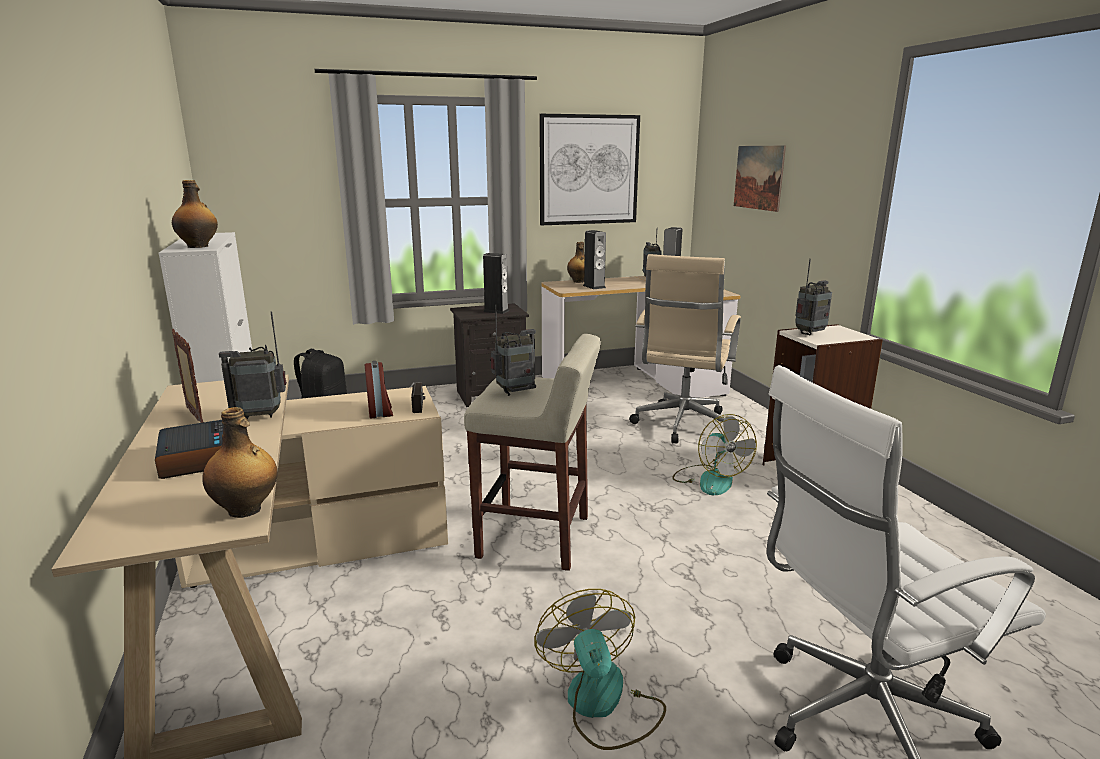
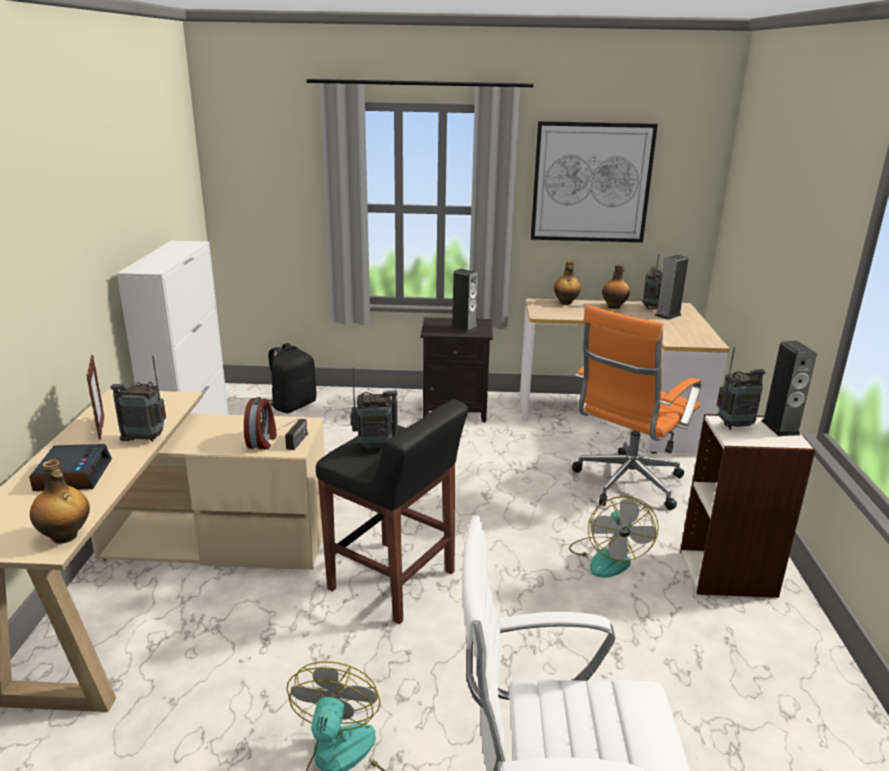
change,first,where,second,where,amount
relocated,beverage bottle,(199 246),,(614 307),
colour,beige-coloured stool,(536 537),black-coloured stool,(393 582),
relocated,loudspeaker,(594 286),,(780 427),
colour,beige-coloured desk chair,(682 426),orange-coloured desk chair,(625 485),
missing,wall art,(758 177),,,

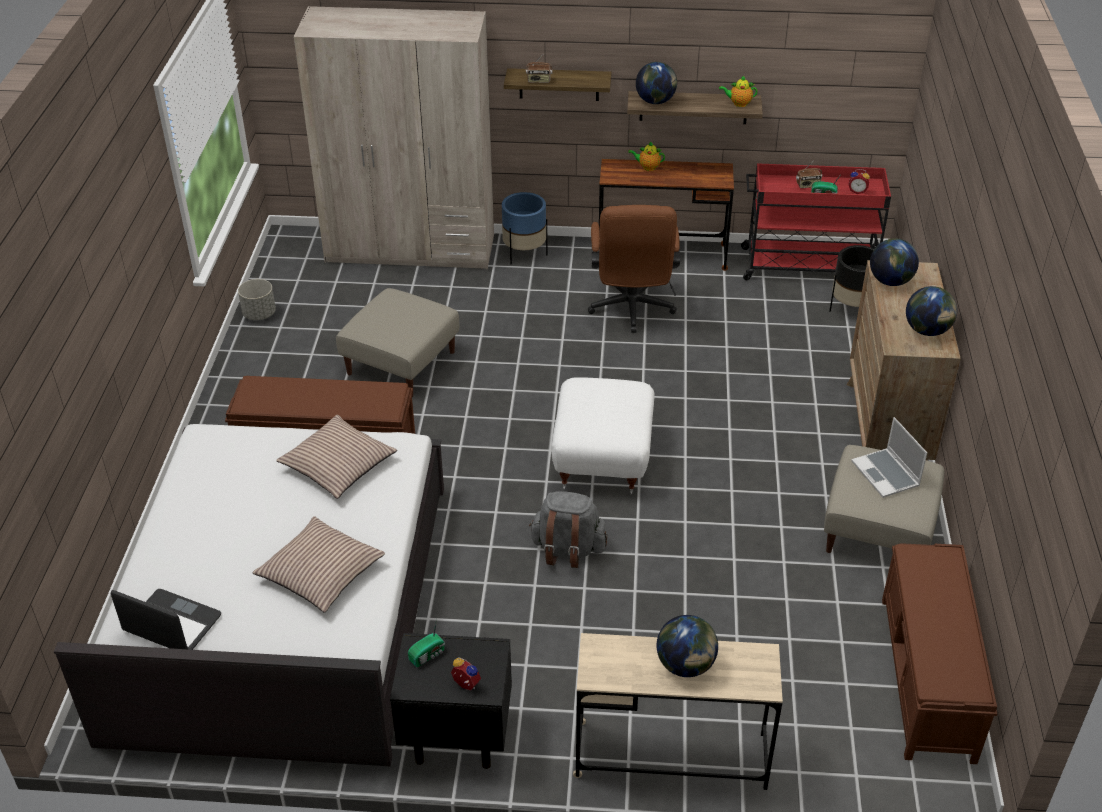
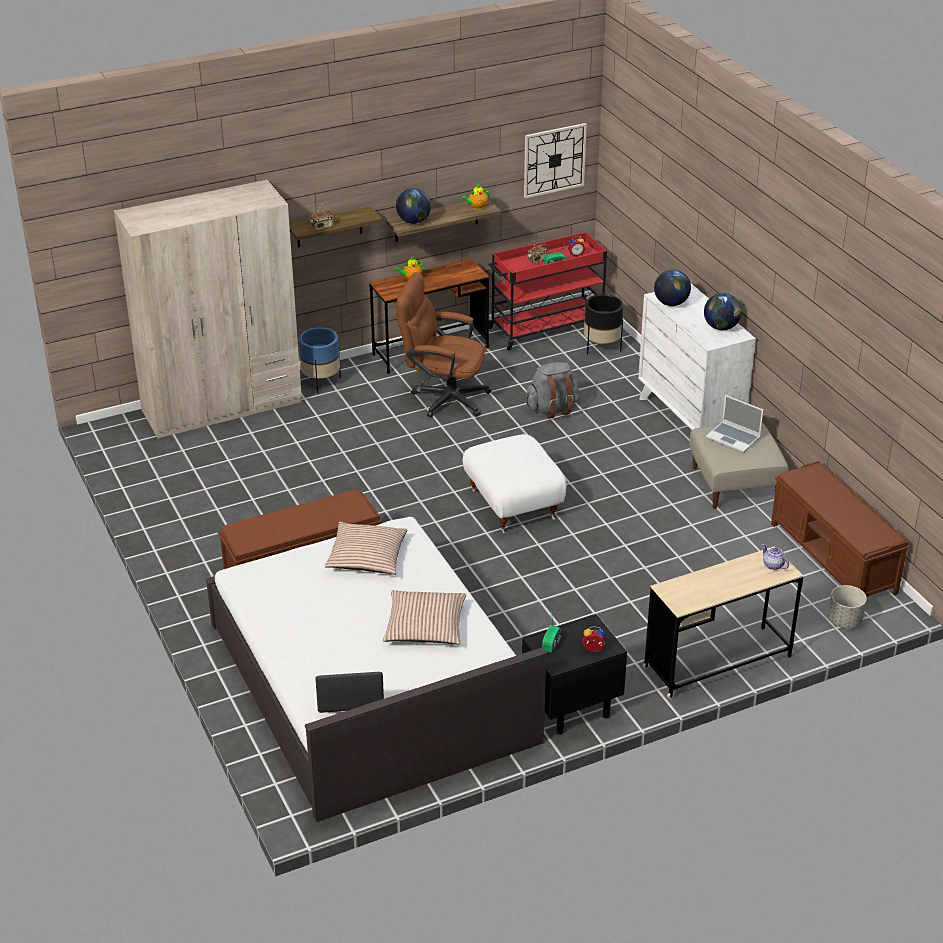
change,first,where,second,where,amount
relocated,greyish flower pot,(259 314),,(844 621),
missing,beige-coloured ottoman,(401 362),,,
relocated,greyish knapsack,(568 549),,(552 408),
spun,brown desk chair,(631 310),,(443 397),135 degrees clockwise
missing,globe,(685 665),,,
colour,brown dresser,(886 429),white-coloured dresser,(689 419),
appeared,,,wall clock,(554 160),
appeared,,,teapot,(773 565),

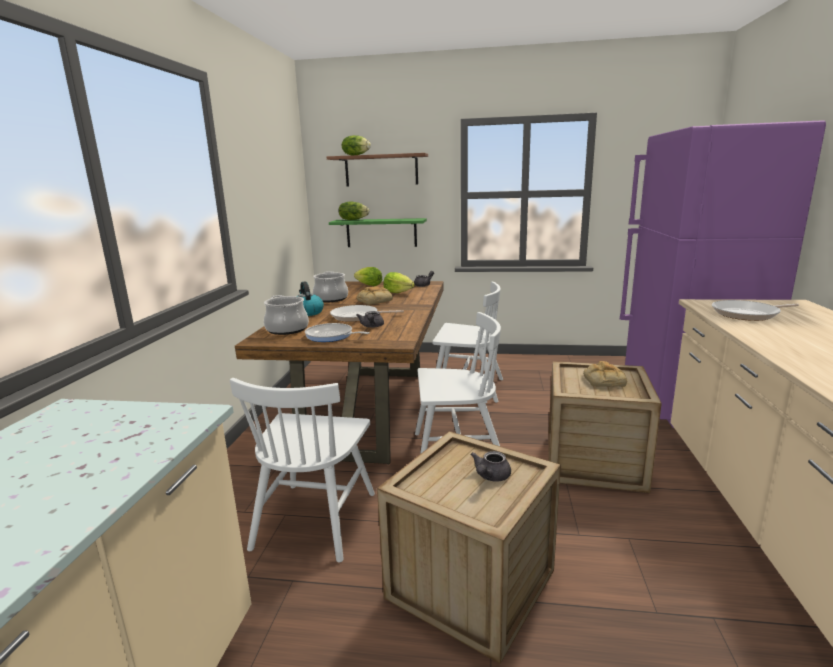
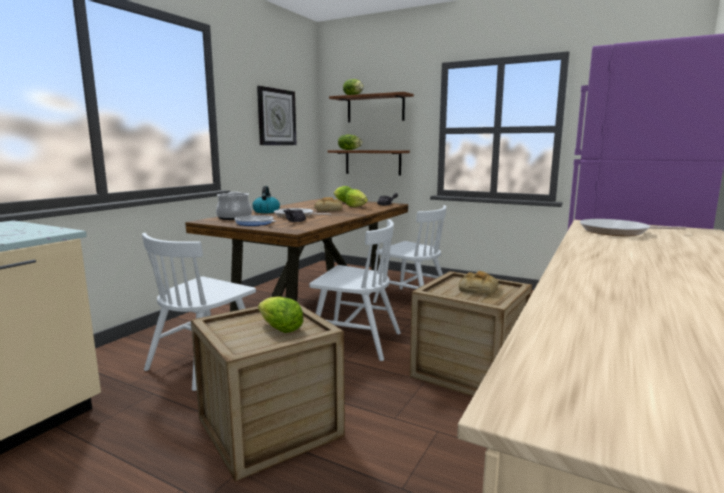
change,first,where,second,where,amount
missing,saucepot,(330 299),,,
colour,greenish shelf,(381 233),brown shelf,(373 162),
exchanged,greyish teapot,(490 477),lettuce,(280 329),
appeared,,,wall clock,(276 117),

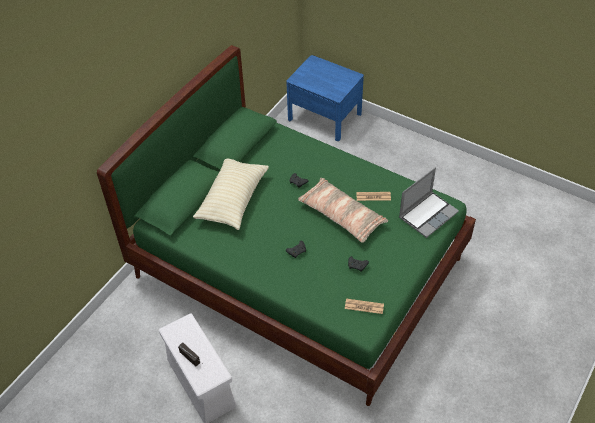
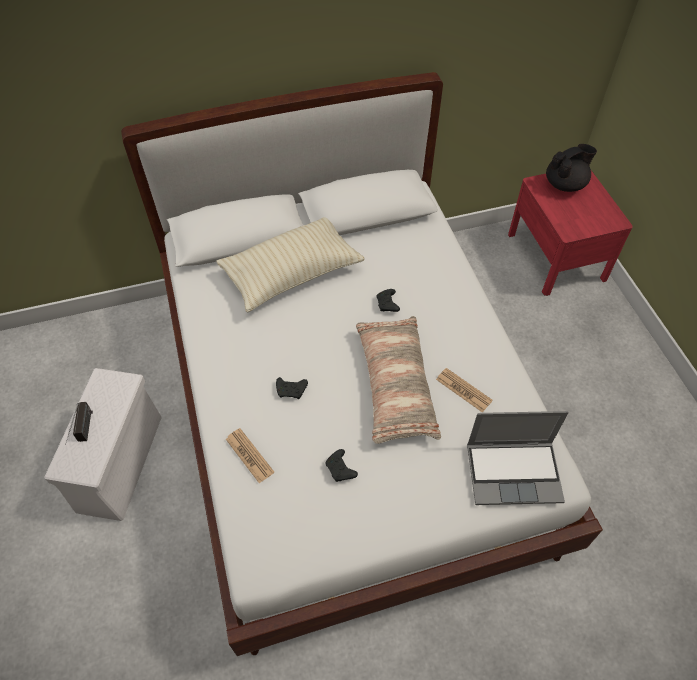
change,first,where,second,where,amount
colour,greenish sleeping bed,(299 267),white-coloured sleeping bed,(349 413),
colour,bluish bedside table,(324 116),red-coloured bedside table,(556 256),
relocated,newspaper,(364 306),,(249 455),
appeared,,,black-coloured teapot,(565 184),

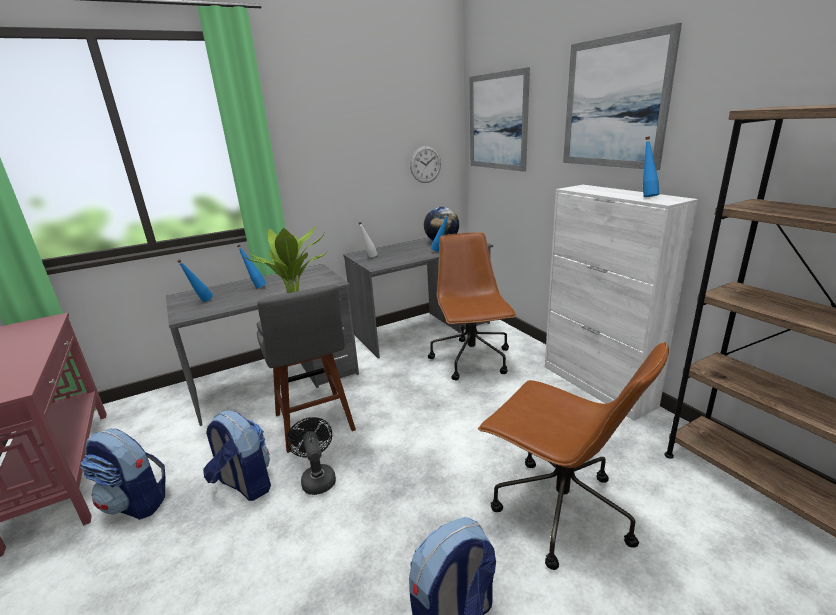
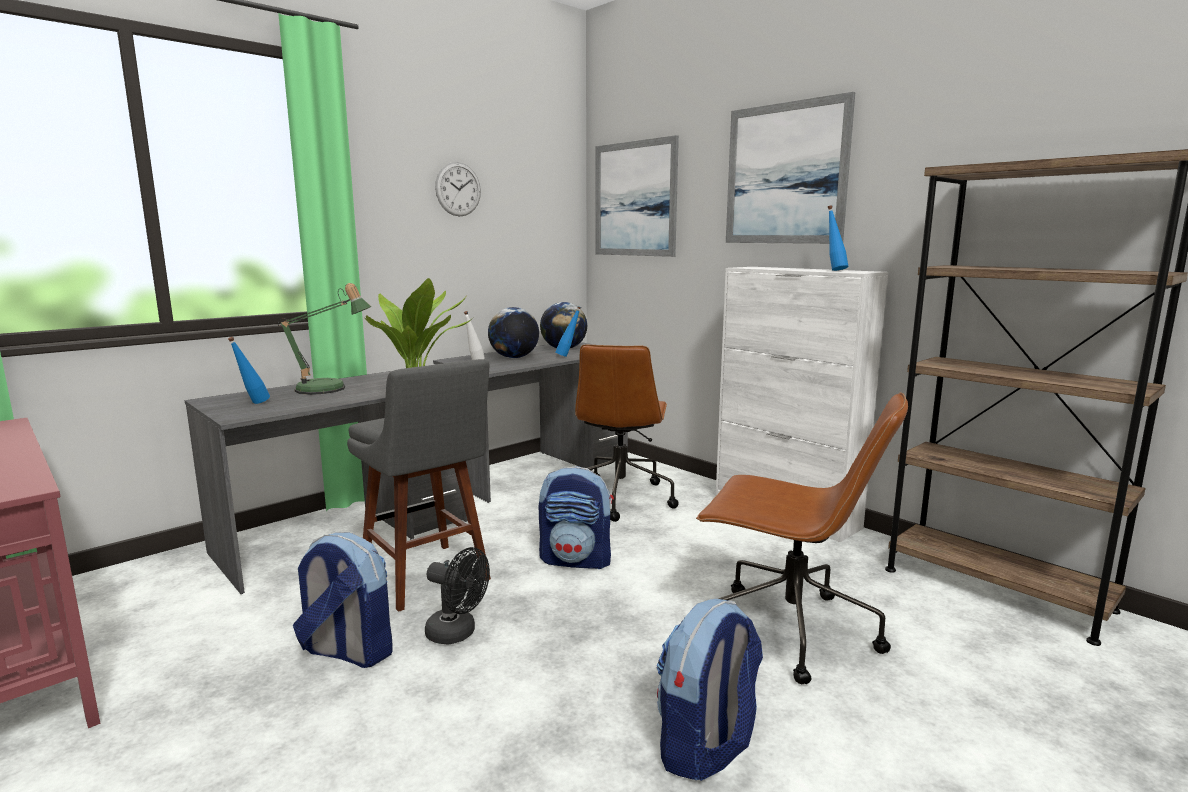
change,first,where,second,where,amount
relocated,knapsack,(136 502),,(577 560),
exchanged,bluish beverage bottle,(256 287),lamp for a table,(328 390),
spun,black-coloured electric fan,(317 478),,(457 633),150 degrees clockwise
relocated,wall clock,(425 164),,(458 189),
spun,brown desk chair,(472 360),,(620 498),150 degrees counterclockwise
appeared,,,globe,(514 357),

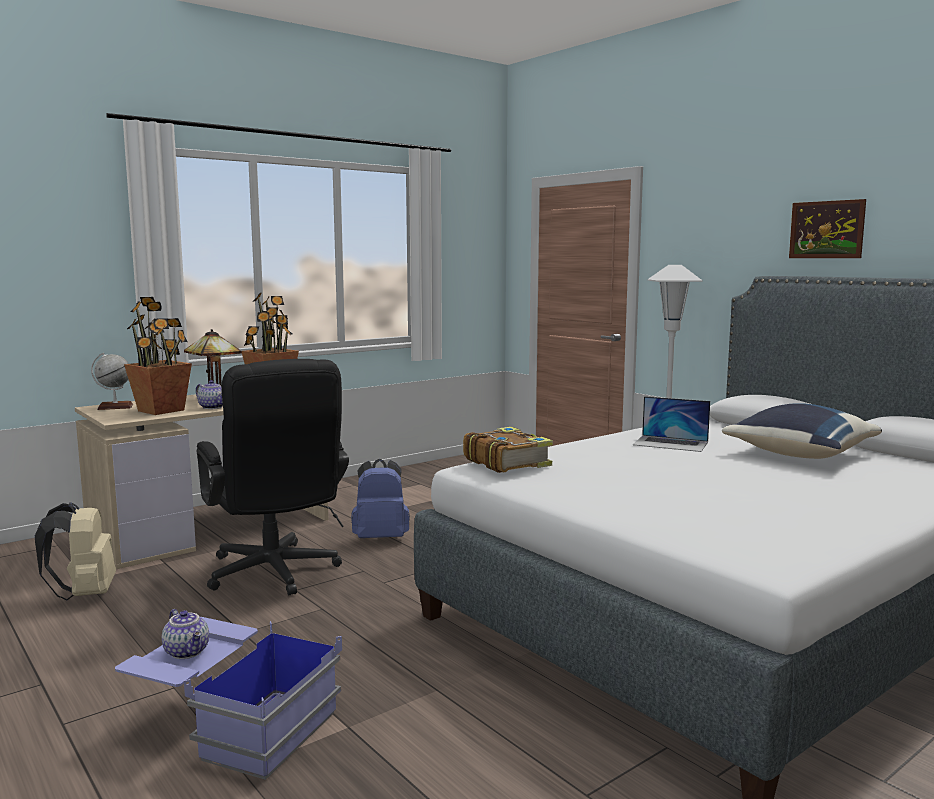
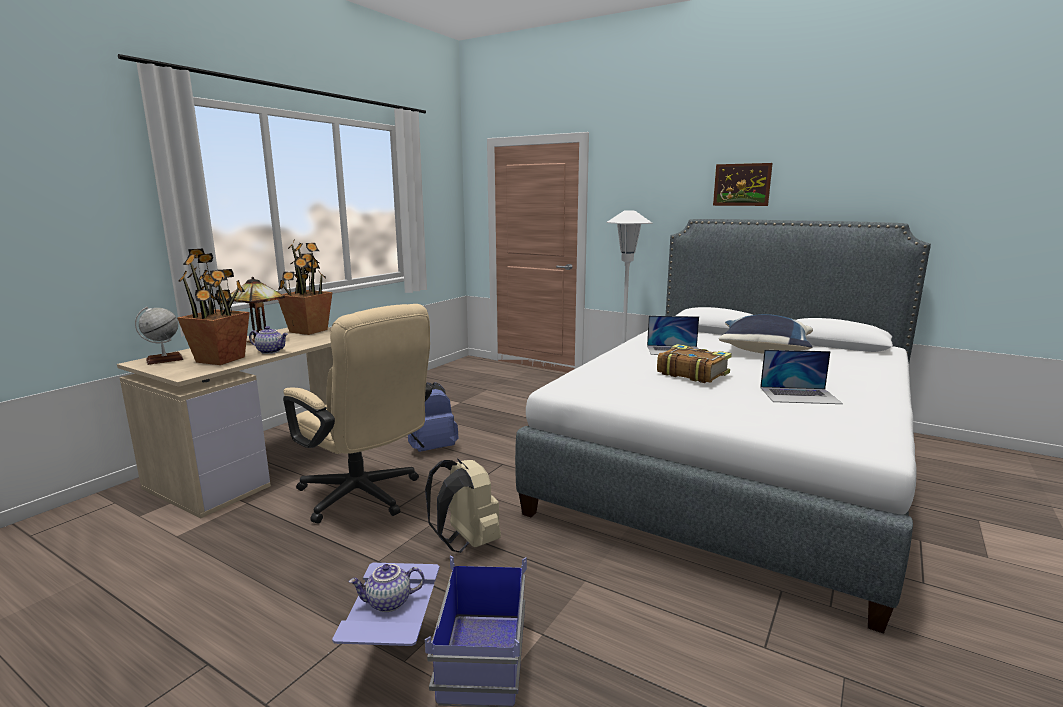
change,first,where,second,where,amount
relocated,beige-coloured knapsack,(84 594),,(466 542),
spun,teapot,(188 652),,(388 603),135 degrees clockwise
colour,black-coloured desk chair,(275 575),beige-coloured desk chair,(365 498),
relocated,volume,(507 462),,(692 373),
appeared,,,notebook computer,(799 395),

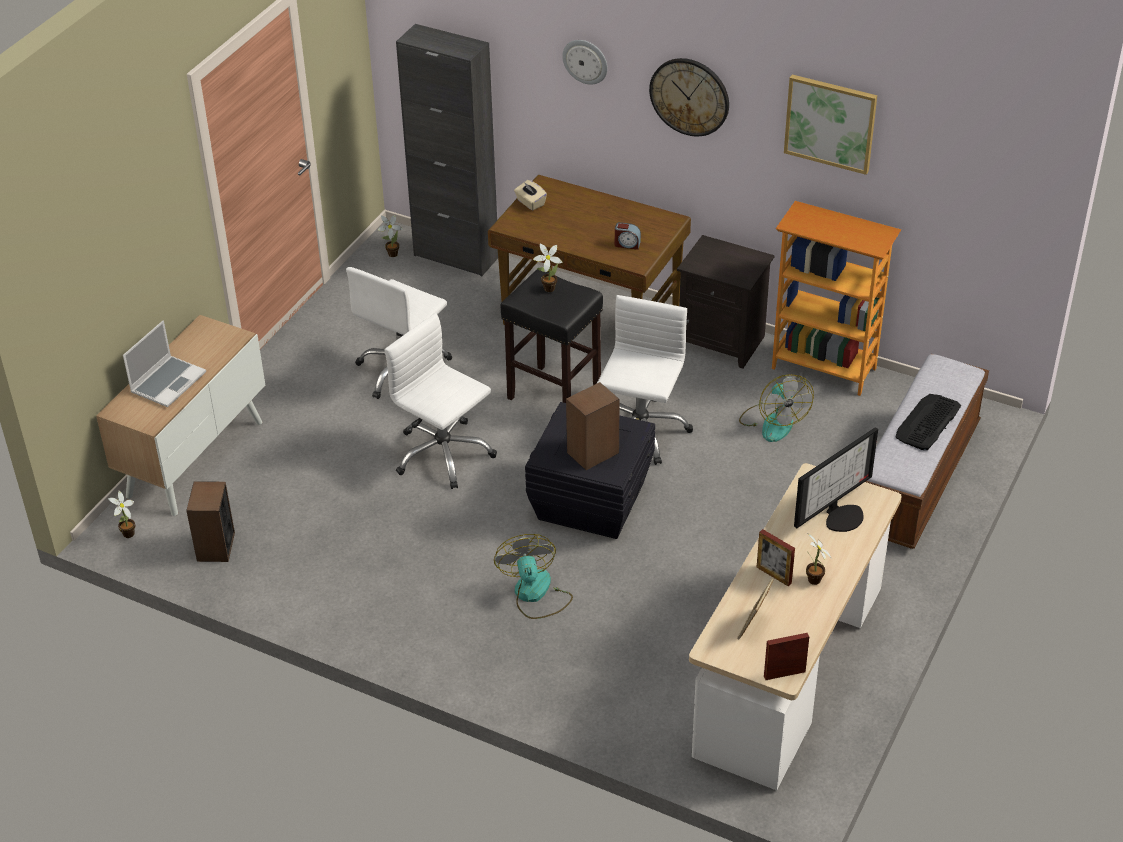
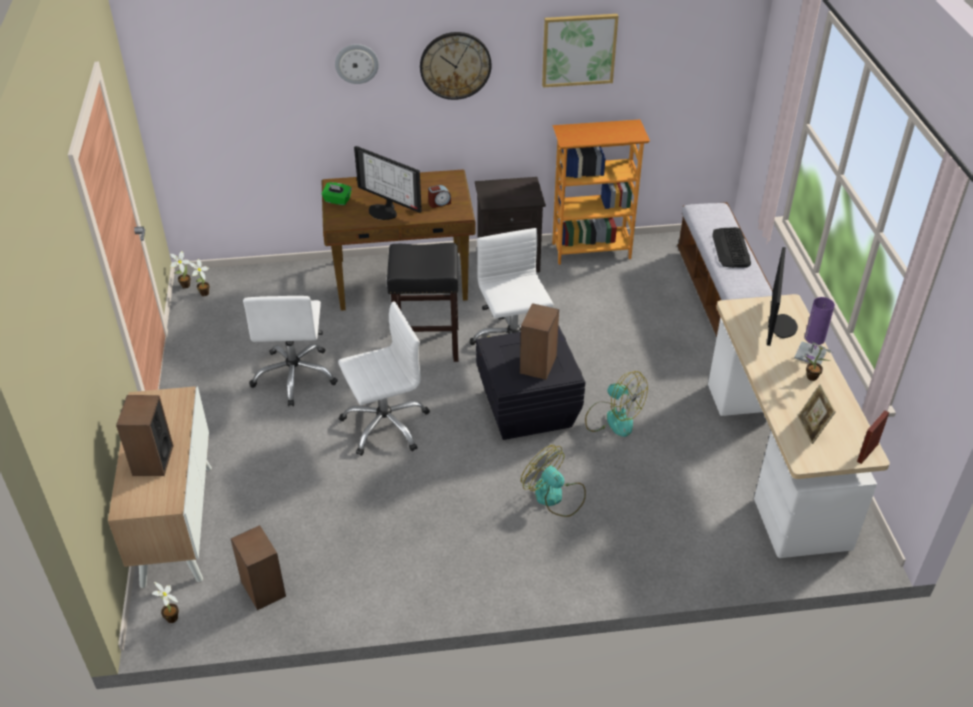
change,first,where,second,where,amount
exchanged,notebook computer,(168 382),loudspeaker,(152 460),
spun,white-coloured desk chair,(443 454),,(385 425),150 degrees clockwise
missing,black-coloured cupboard,(456 256),,,
colour,beige-coloured box of tissues,(530 203),greenish box of tissues,(337 200),
relocated,houseplant,(547 289),,(184 286),
relocated,electric fan,(773 422),,(613 418),
missing,picture frame,(774 575),,,
appeared,,,computer display,(385 210),
appeared,,,purple-coloured lamp for a table,(810 354),

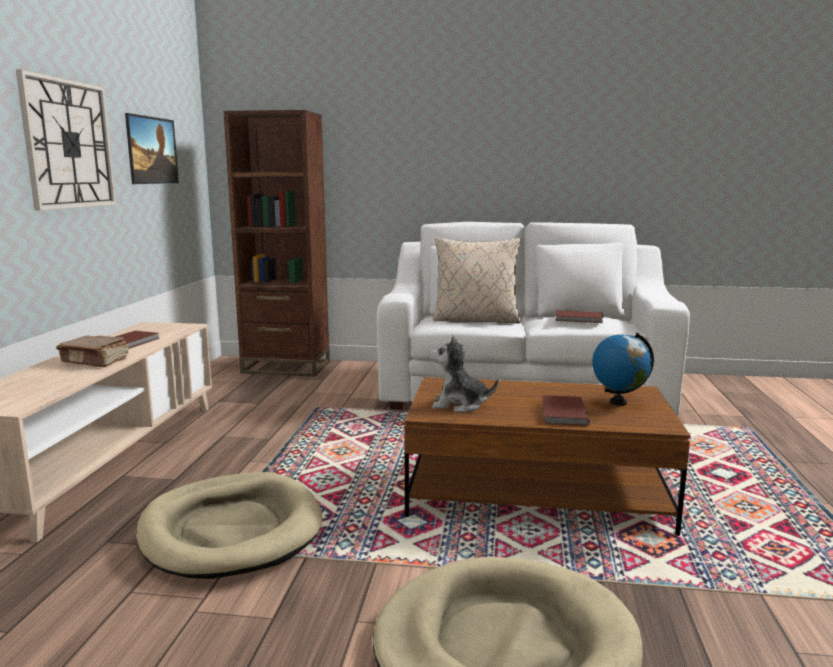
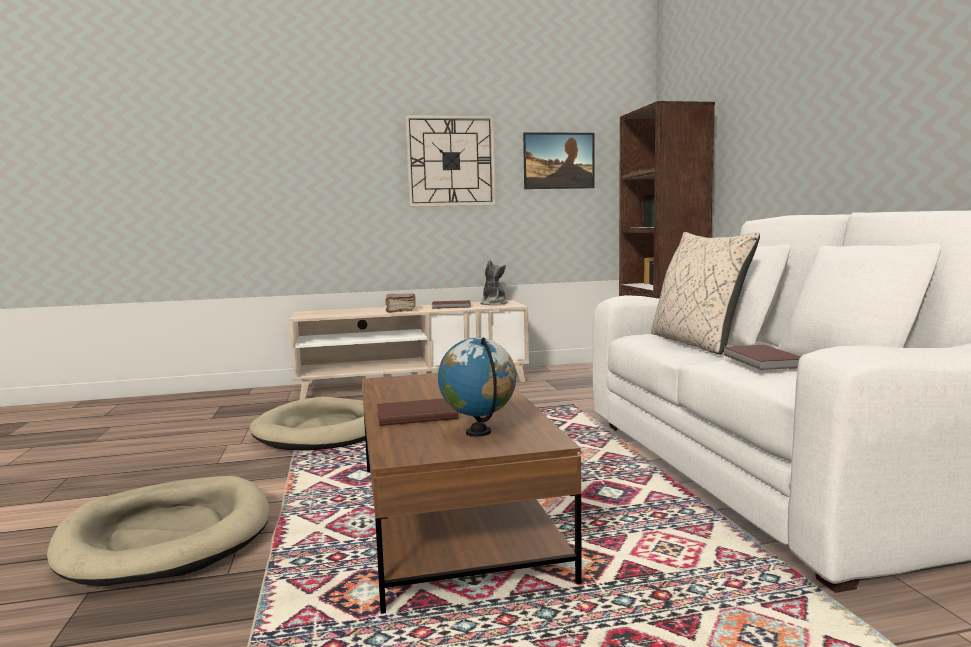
change,first,where,second,where,amount
relocated,plush toy,(459 405),,(493 303),

